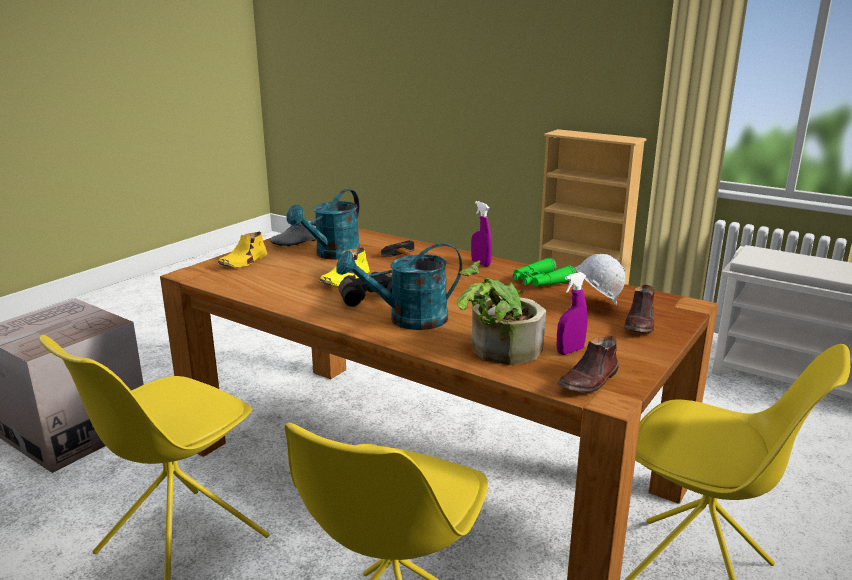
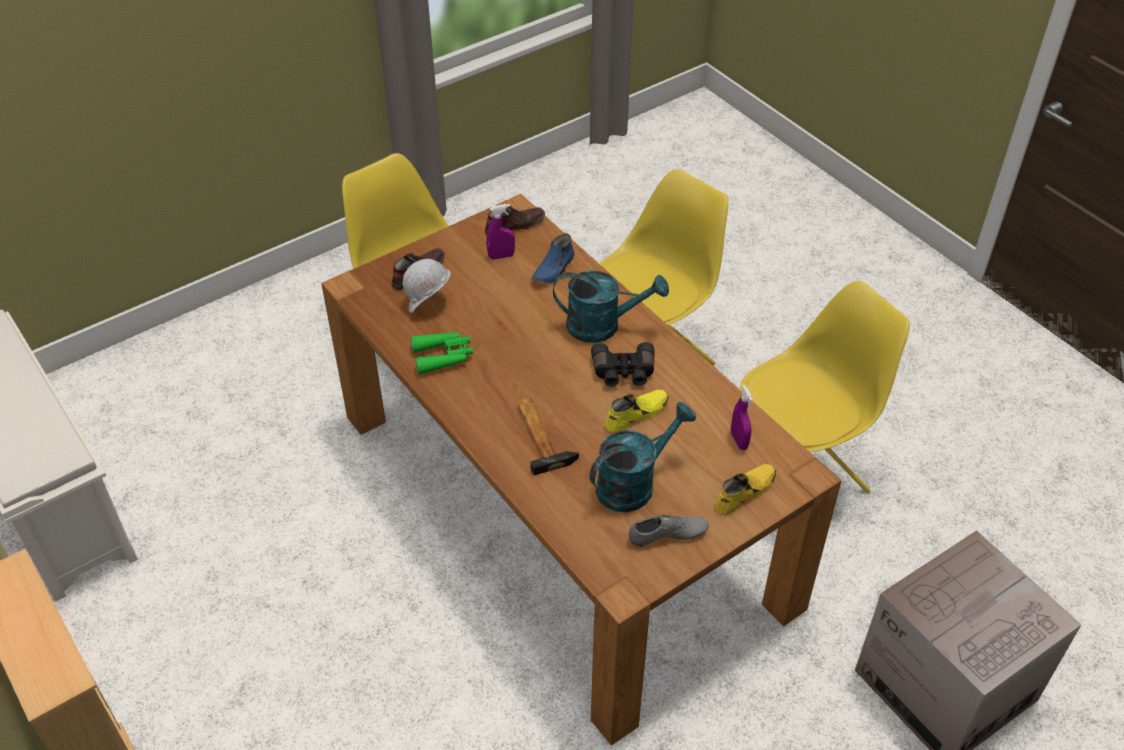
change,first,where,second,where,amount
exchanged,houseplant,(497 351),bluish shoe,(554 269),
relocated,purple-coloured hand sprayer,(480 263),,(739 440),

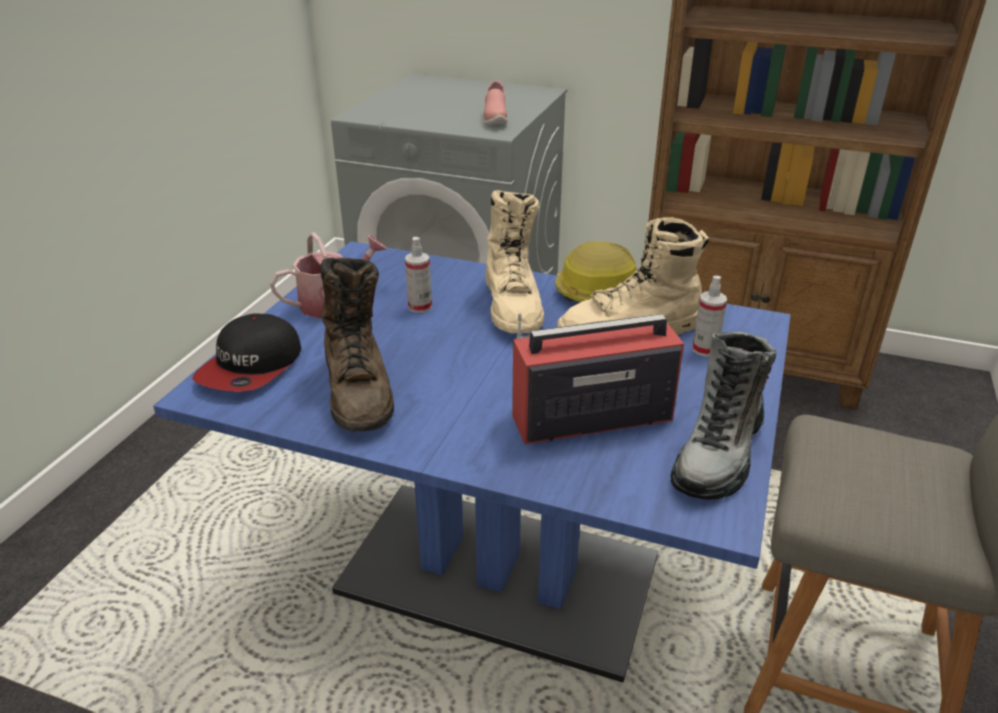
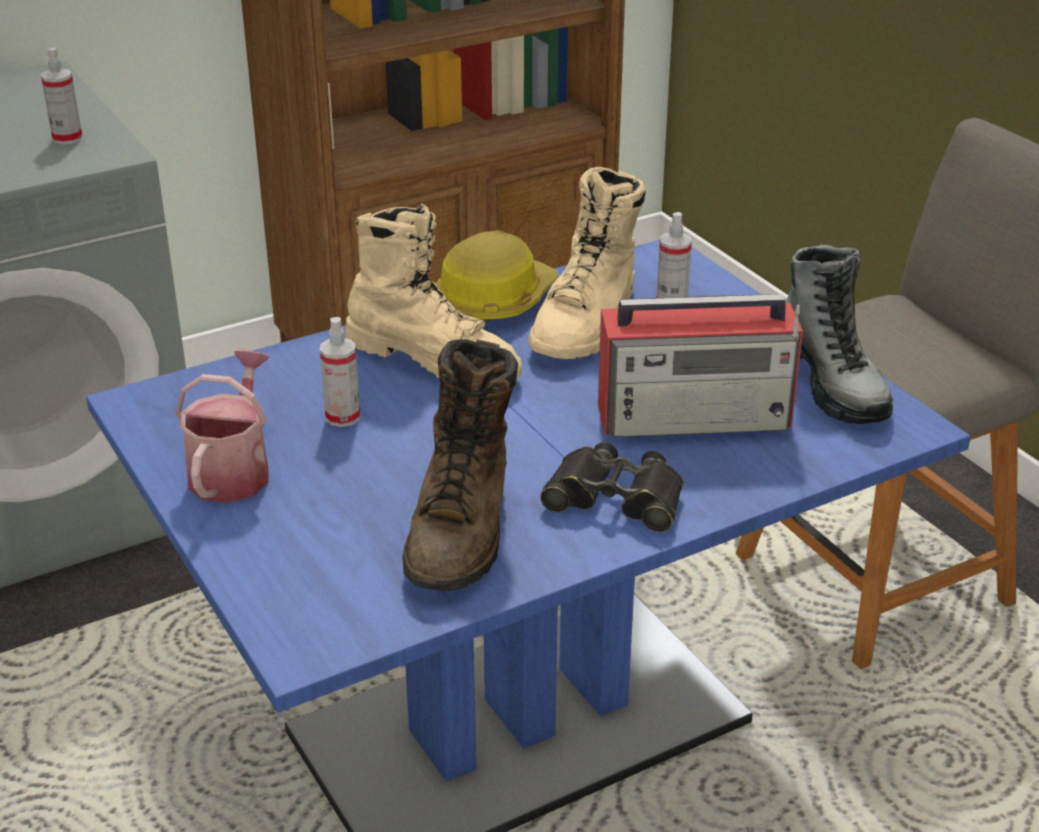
change,first,where,second,where,amount
missing,peaked cap,(251 367),,,
spun,brown tall boot,(359 390),,(463 529),75 degrees clockwise
exchanged,pink shoe,(494 119),hand sprayer,(67 138),
spun,radio receiver,(589 417),,(697 417),120 degrees counterclockwise
appeared,,,black-coloured pair of binoculars,(615 498),

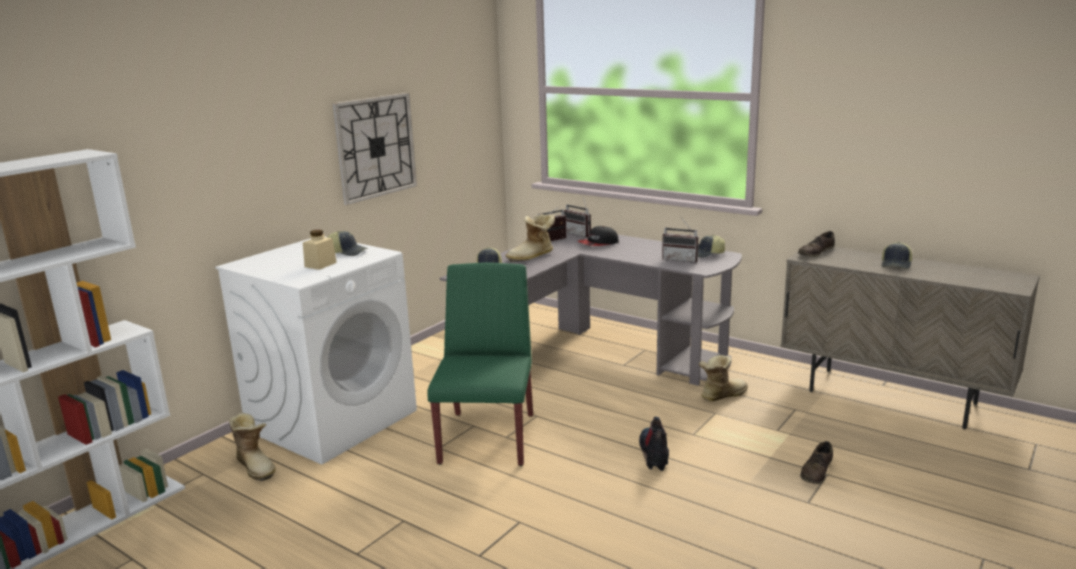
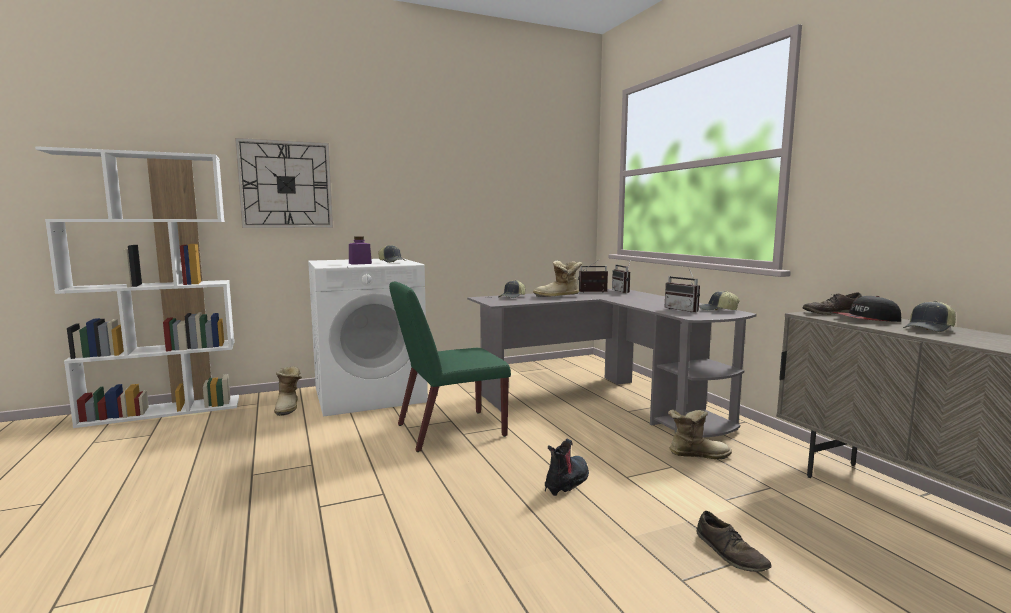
change,first,where,second,where,amount
colour,beige-coloured storage jar,(320 265),purple-coloured storage jar,(360 263),
relocated,wall clock,(375 147),,(286 185),
spun,greenish plain chair,(488 437),,(449 430),150 degrees counterclockwise
relocated,peaked cap,(598 243),,(866 319),
spun,brown shoe,(817 471),,(730 553),90 degrees counterclockwise

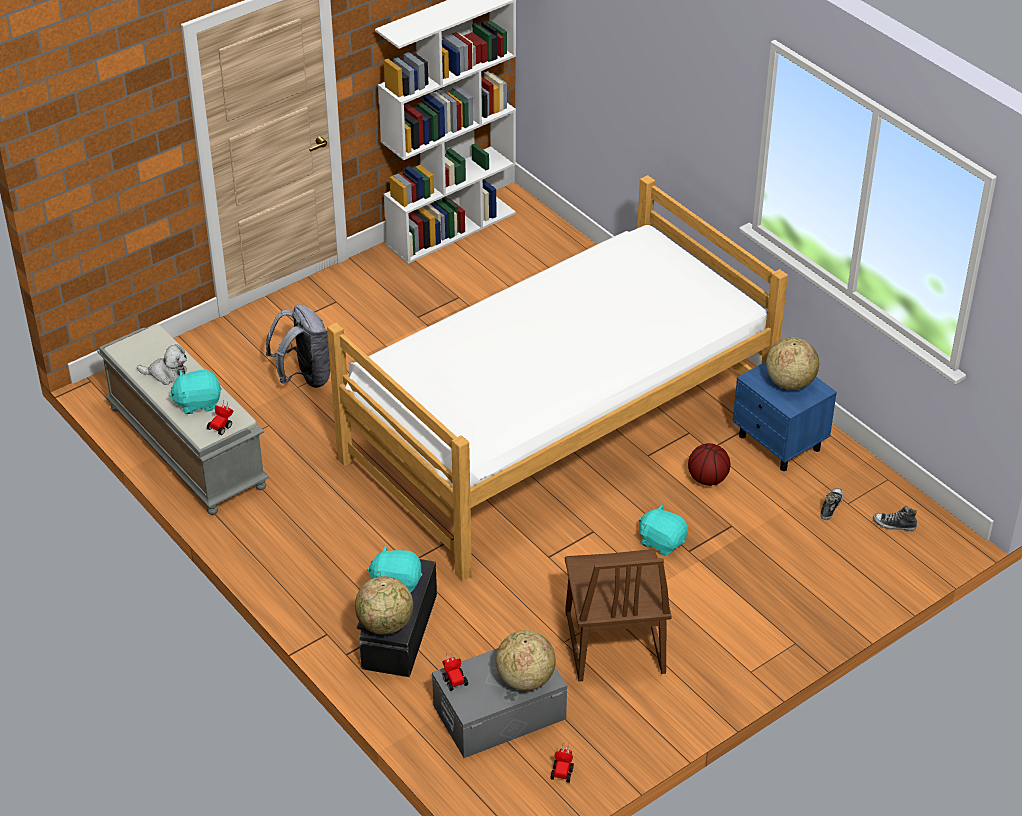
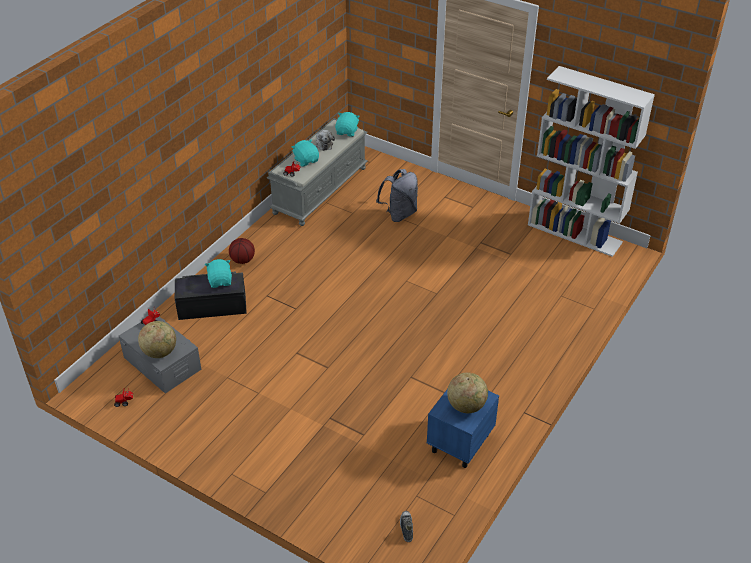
change,first,where,second,where,amount
missing,sleeping bed,(559 433),,,
missing,globe,(385 624),,,
missing,brown plain chair,(613 644),,,
relocated,blue-green plush toy,(662 541),,(347 132),
relocated,basketball ball,(708 479),,(242 260),
missing,shoe,(830 506),,,

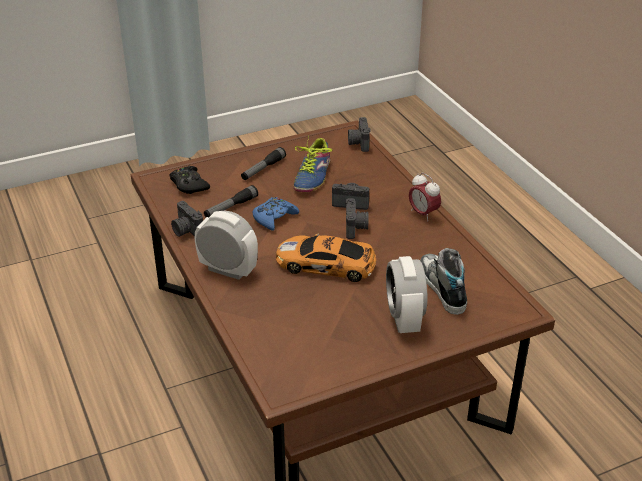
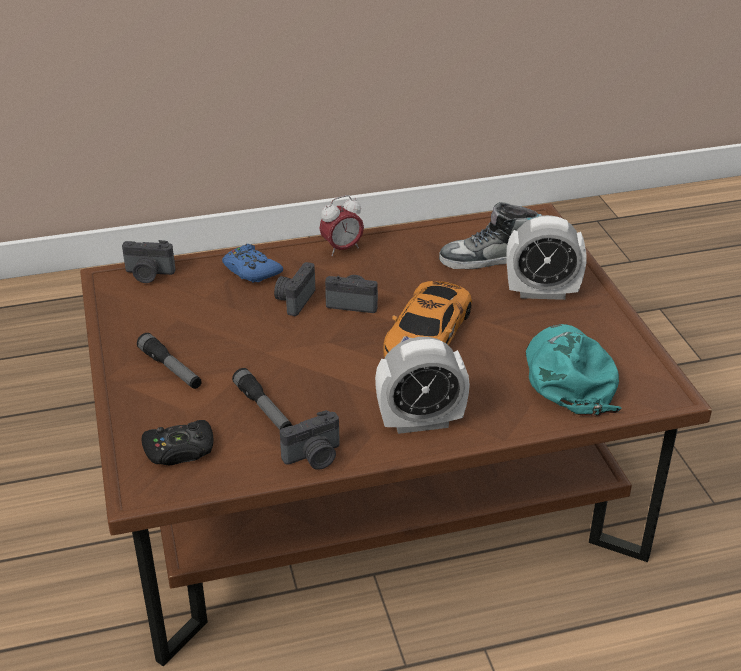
change,first,where,second,where,amount
spun,table clock,(228 270),,(420 422),135 degrees counterclockwise
relocated,bluish gamepad,(274 218),,(251 270),
missing,shoe,(310 175),,,
appeared,,,blue-green peaked cap,(569 376),

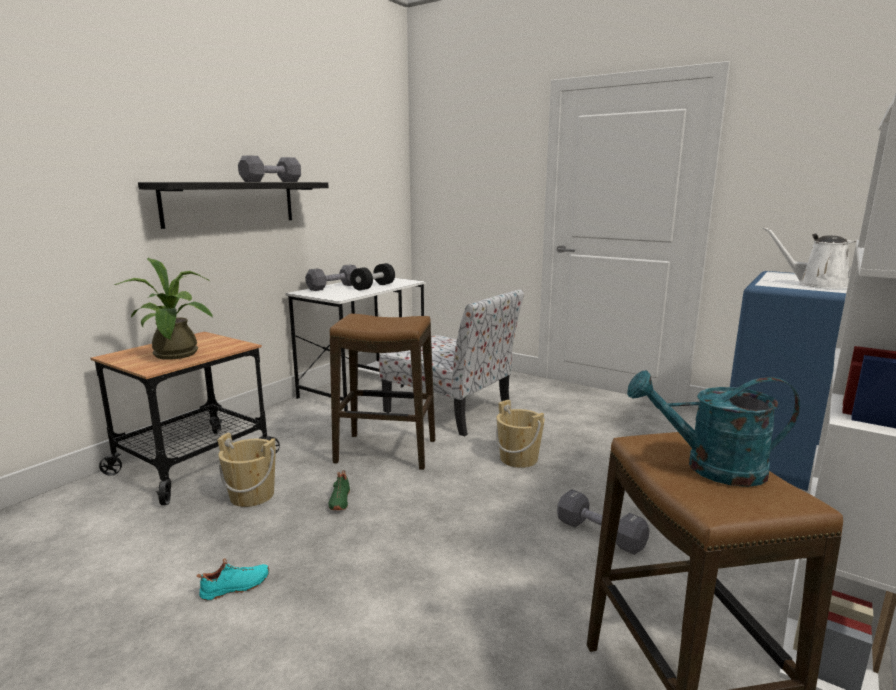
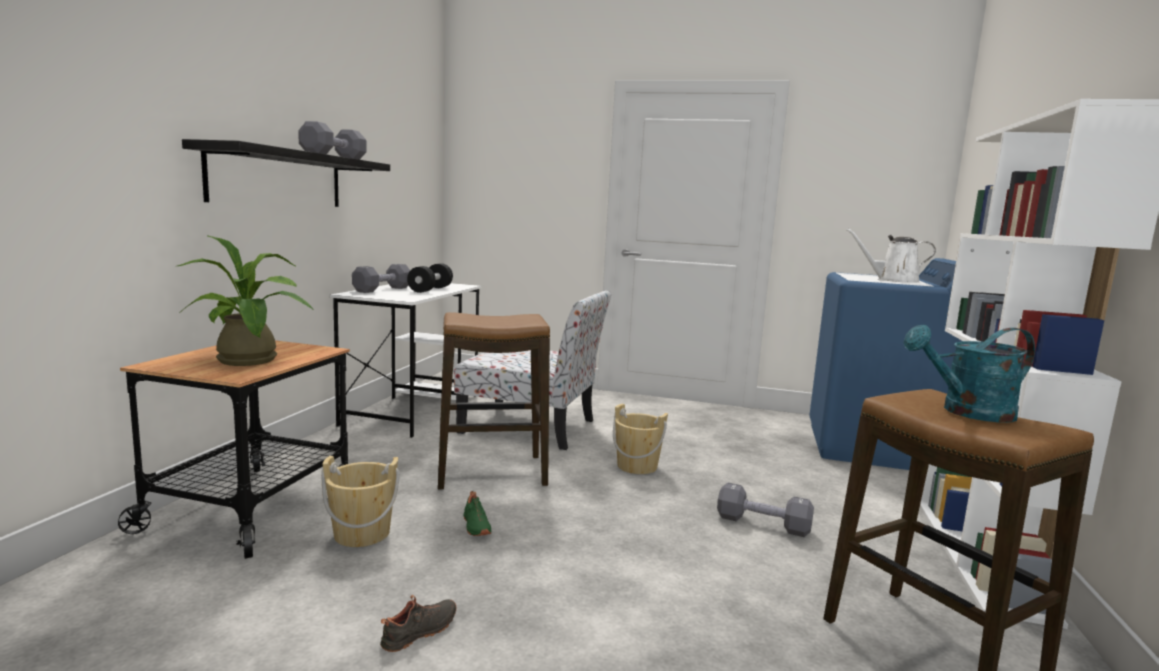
change,first,where,second,where,amount
colour,blue-green shoe,(236 588),black-coloured shoe,(421 633),

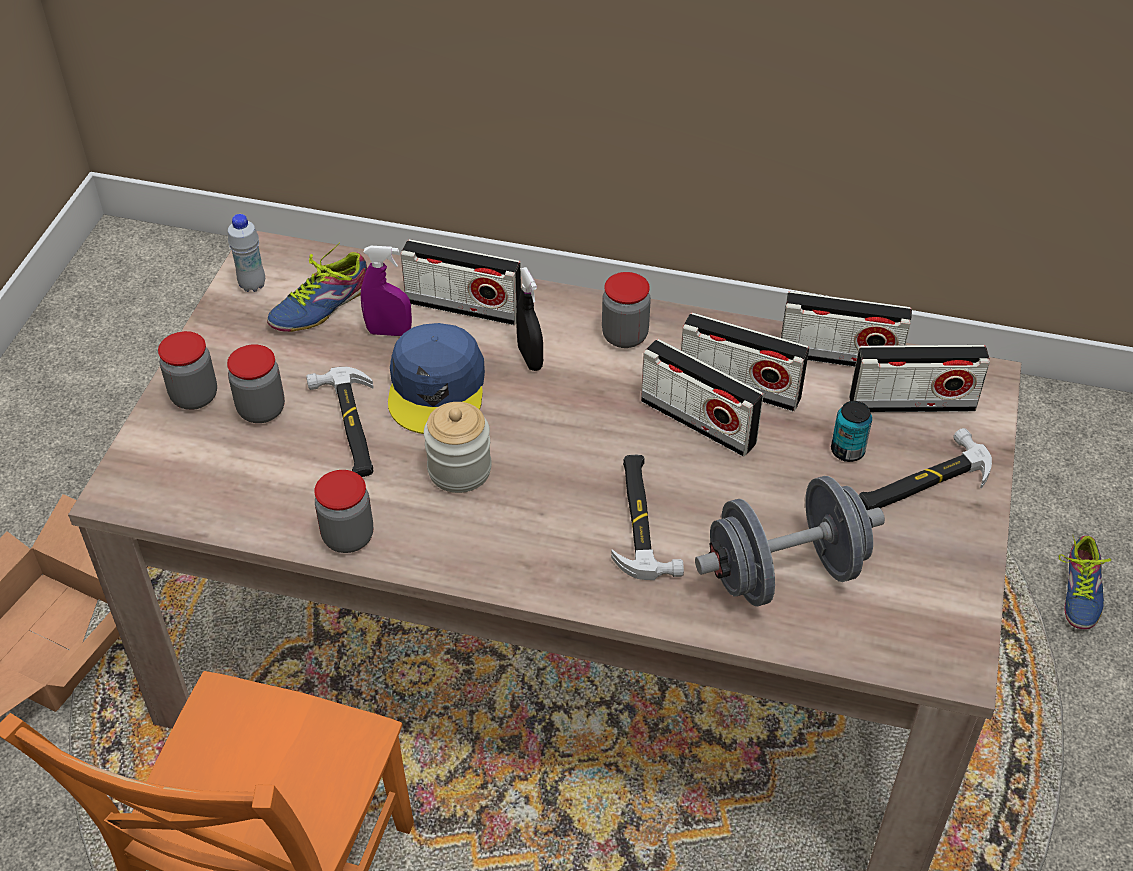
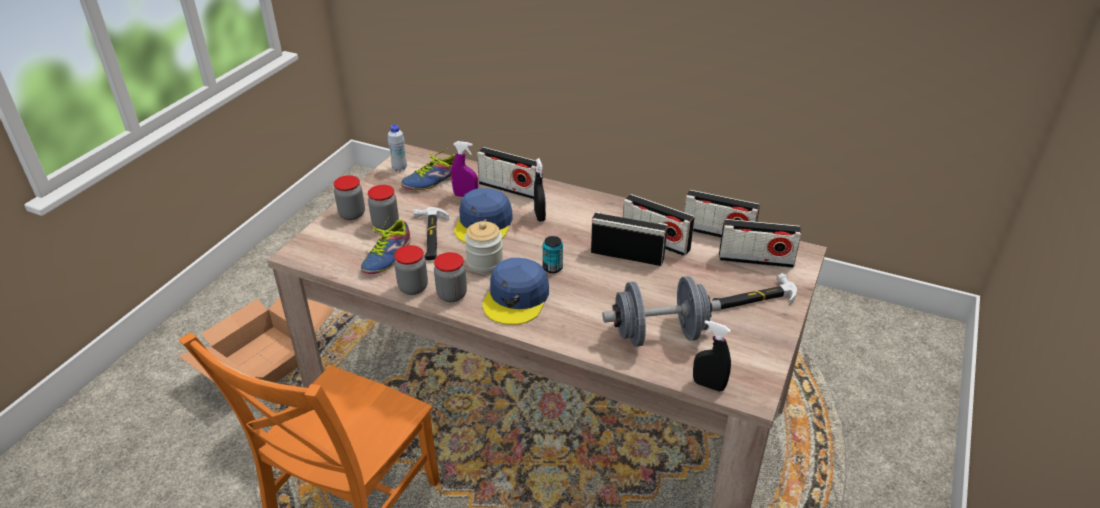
change,first,where,second,where,amount
relocated,storage jar,(625 336),,(452 295),
missing,hand hammer,(642 520),,,
spun,radio receiver,(698 422),,(627 255),150 degrees clockwise
relocated,metal can,(847 451),,(552 268),
relocated,shoe,(1077 592),,(385 256),
appeared,,,bluish peaked cap,(516 298),
appeared,,,black-coloured hand sprayer,(708 385),

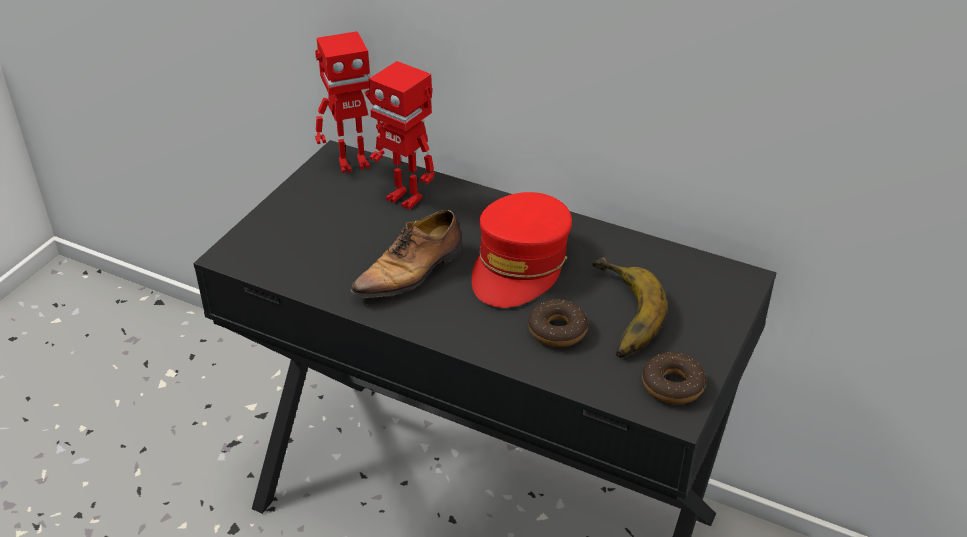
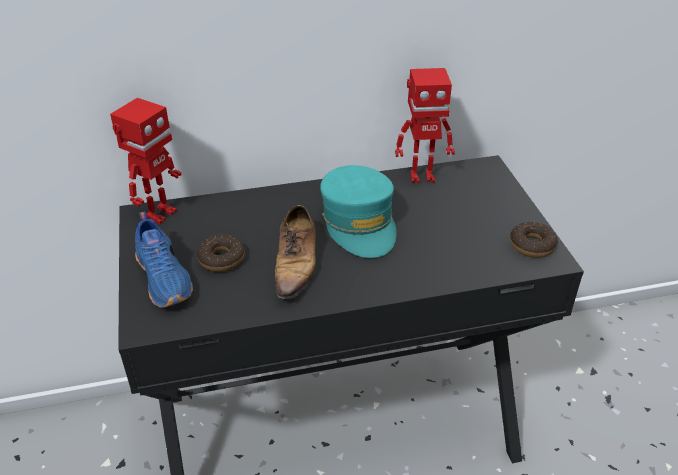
change,first,where,second,where,amount
relocated,toy robot,(406 198),,(421 176),
colour,red-coloured peaked cap,(520 265),blue-green peaked cap,(359 223),
relocated,ring doughnut,(557 330),,(221 259),
missing,banana fruit,(616 314),,,
appeared,,,bluish shoe,(165 278),

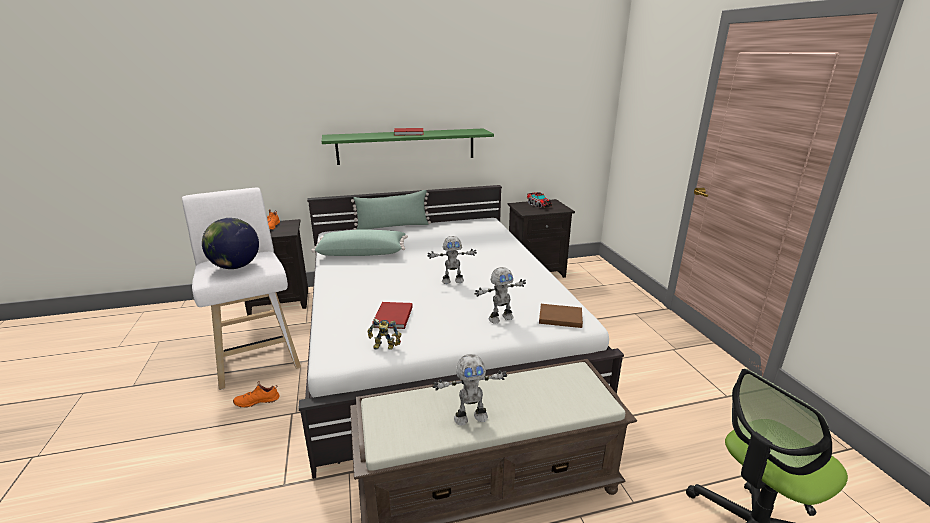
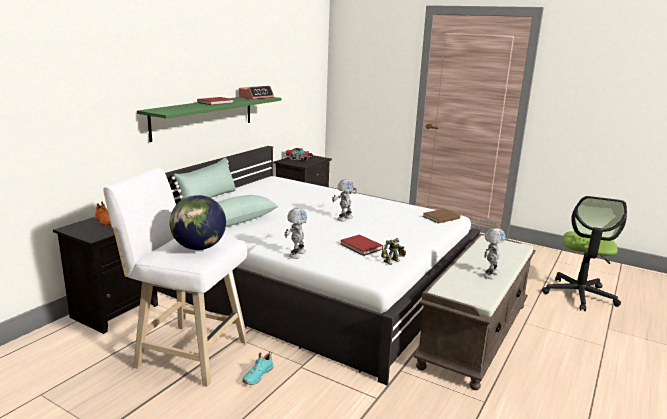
change,first,where,second,where,amount
colour,orange-coloured shoe,(257 401),blue-green shoe,(257 375),
relocated,toy robot,(500 318),,(296 254),
appeared,,,table clock,(256 97),

